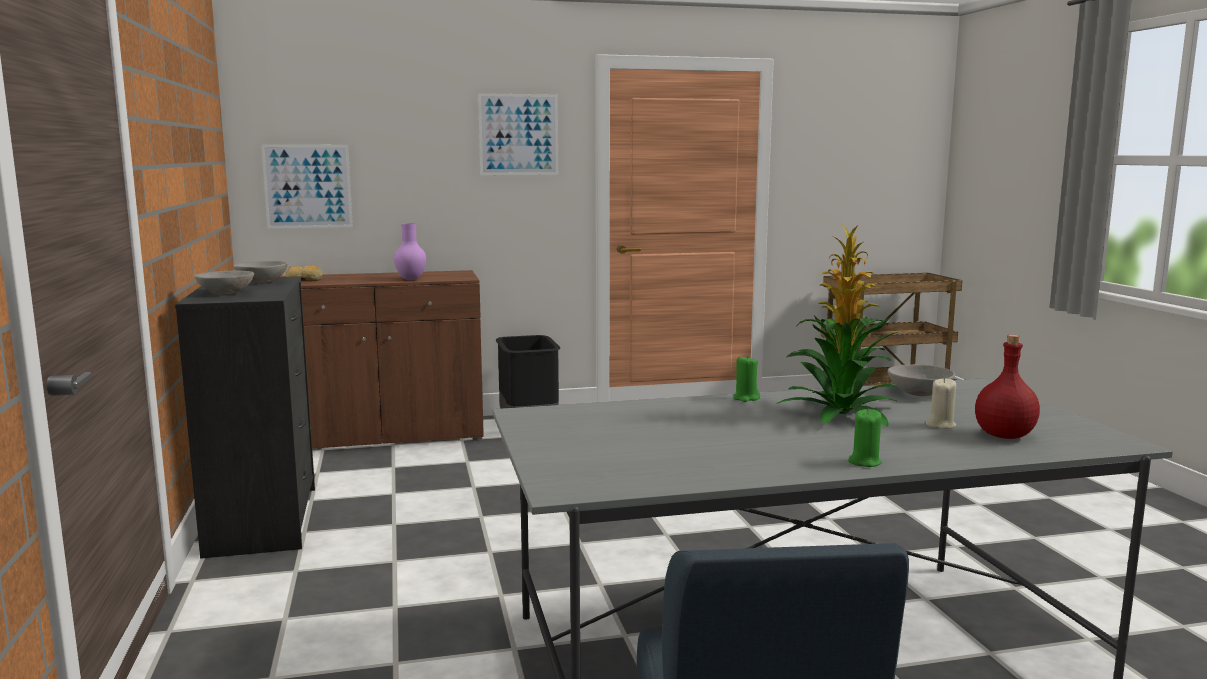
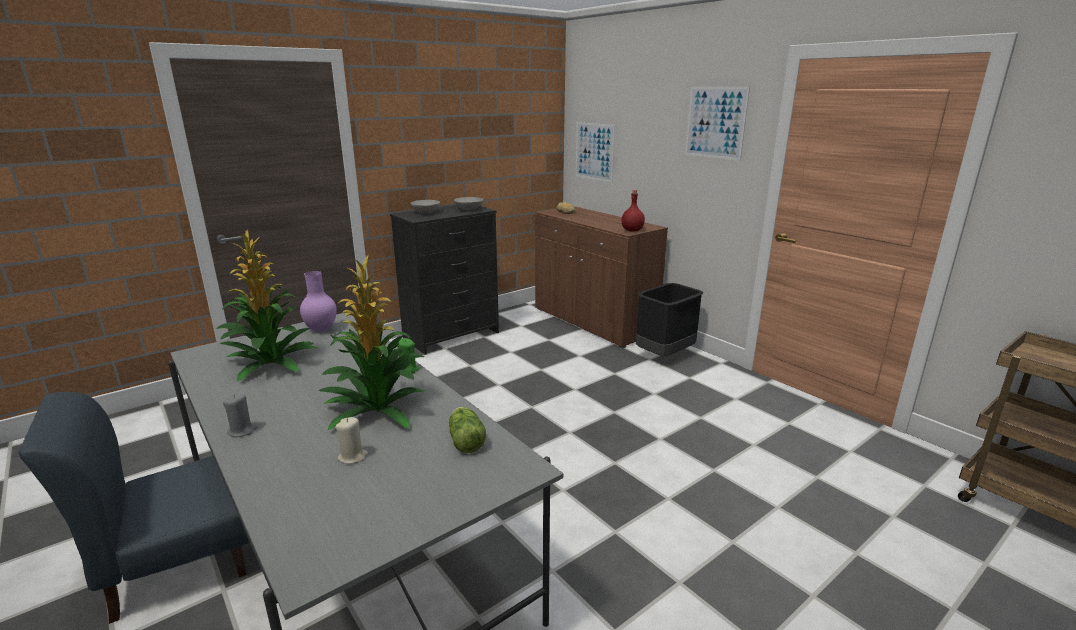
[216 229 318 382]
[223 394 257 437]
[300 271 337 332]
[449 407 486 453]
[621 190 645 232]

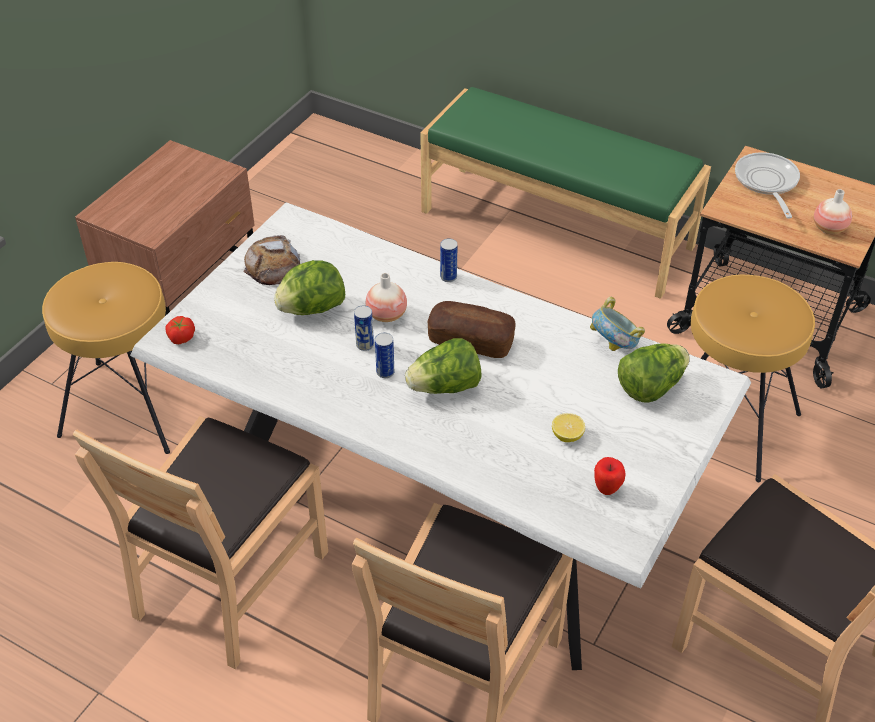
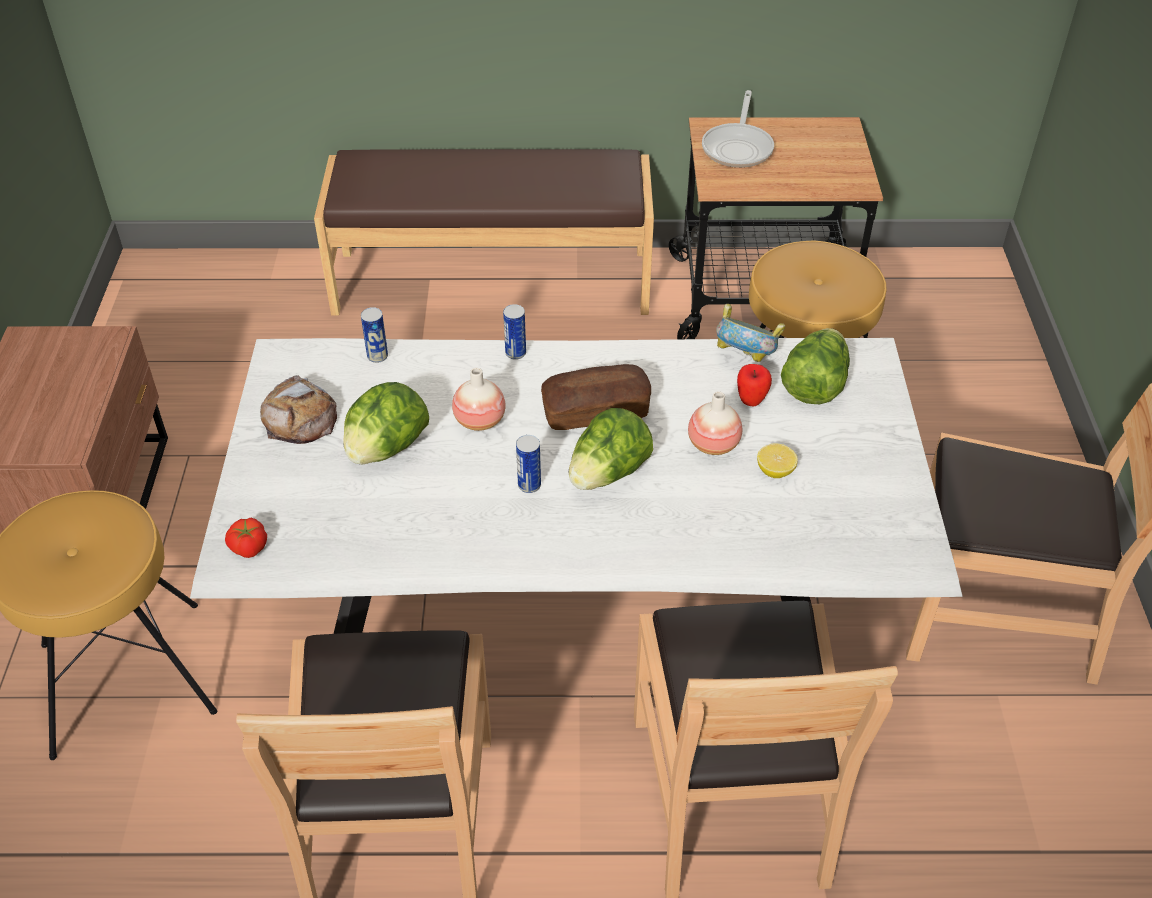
[314 149 654 316]
[361 307 388 363]
[688 391 743 455]
[702 90 774 168]
[737 364 772 406]

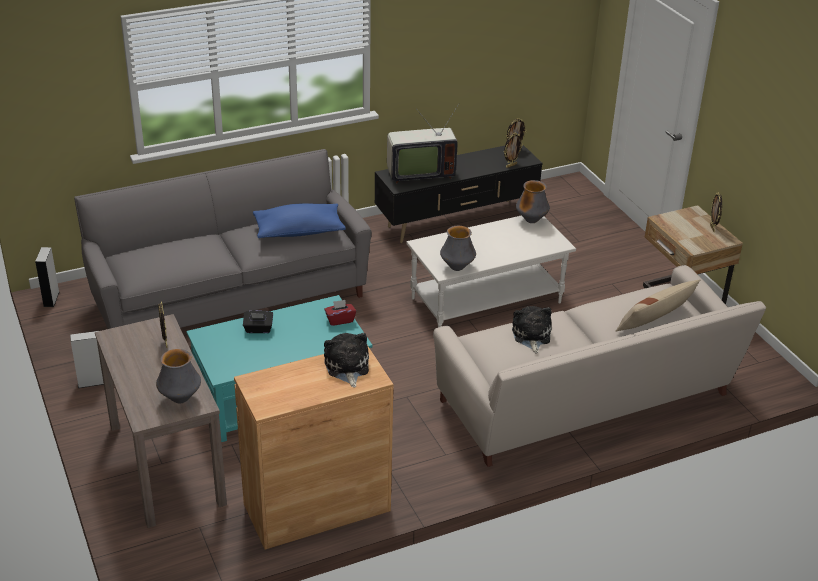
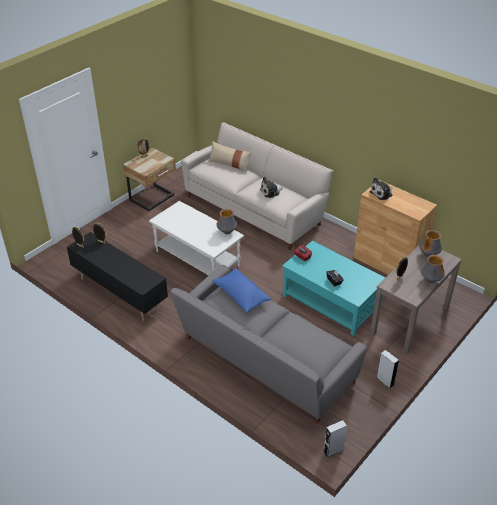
[421 255 445 283]
[387 104 459 183] (first image)

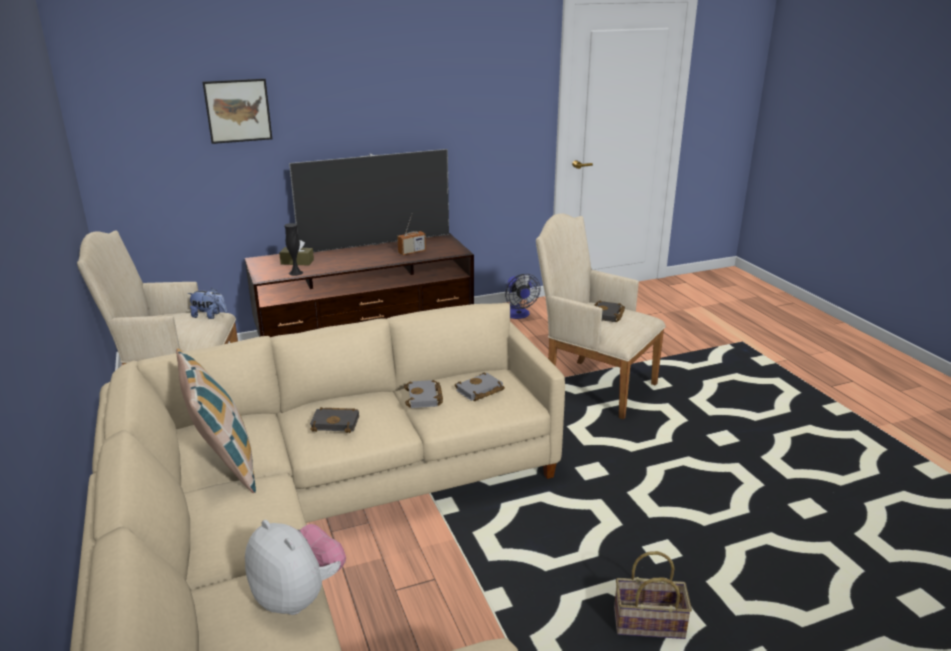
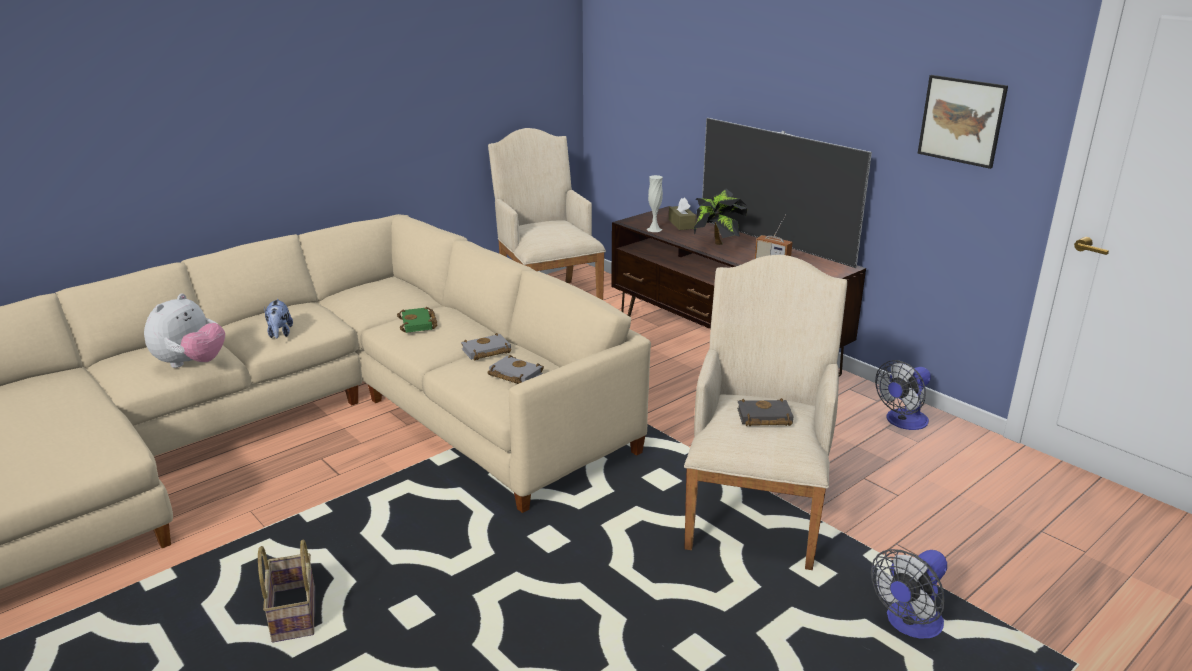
[264 299 293 338]
[397 307 437 333]
[647 175 663 232]
[694 188 748 245]
[871 549 947 638]
[918 75 1008 169]
[176 348 256 493] (first image)

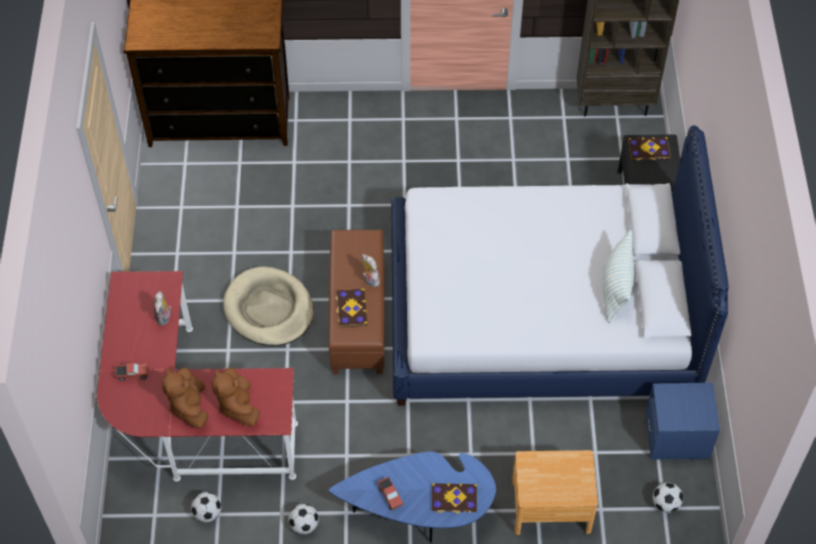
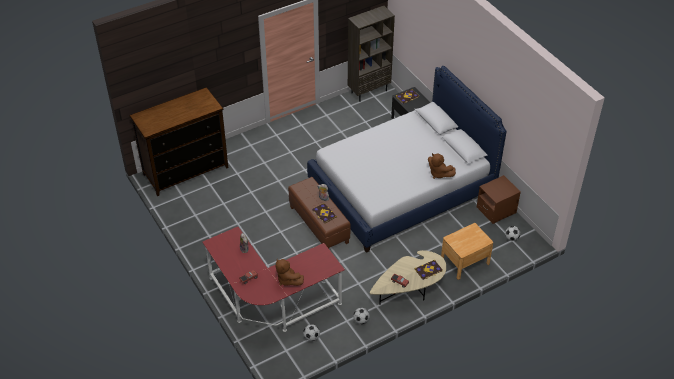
[370 250 446 305]
[428 153 456 179]
[477 175 521 224]
[223 267 314 346] (first image)
[603 230 634 323] (first image)

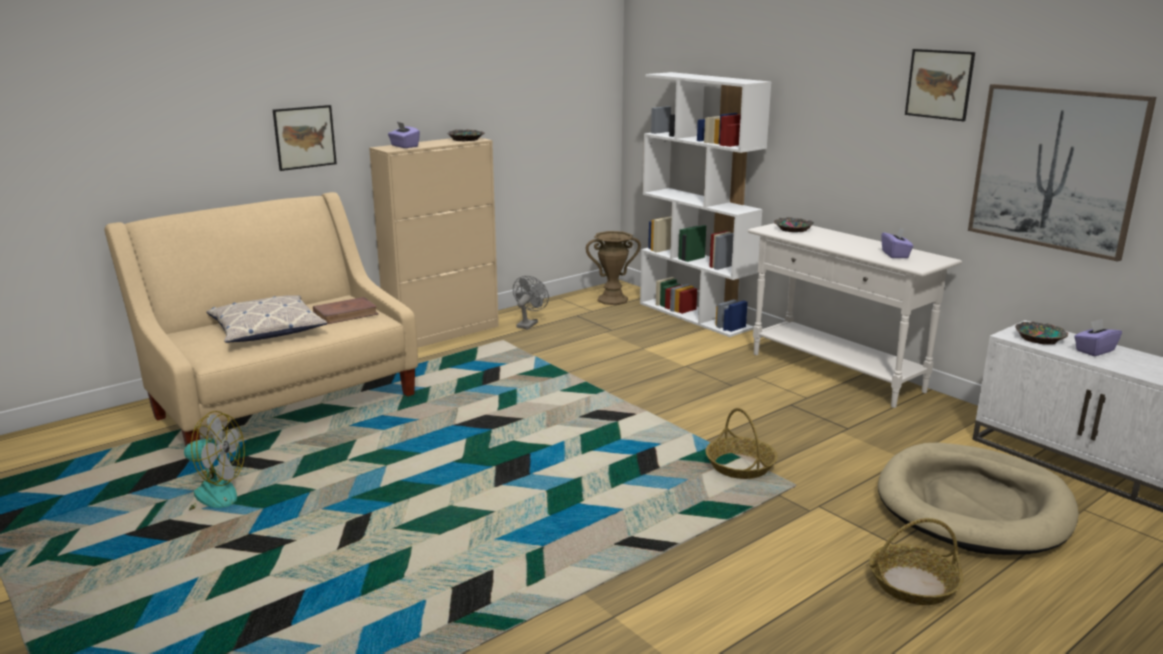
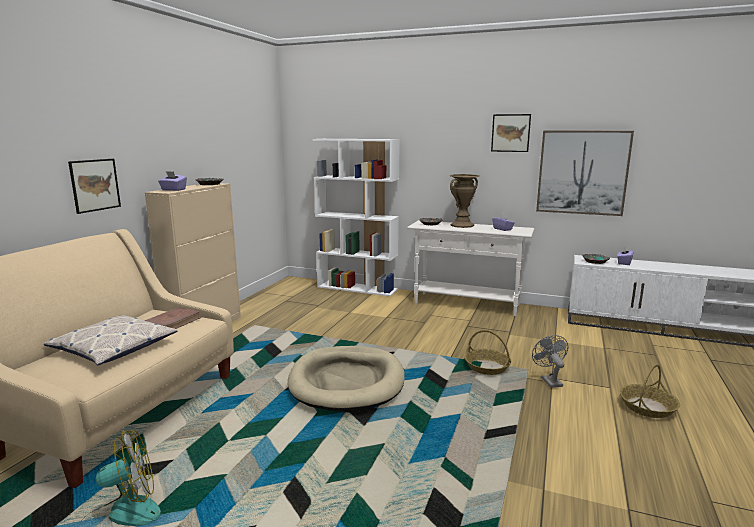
[288 346 405 413]
[450 174 479 228]
[532 335 568 388]

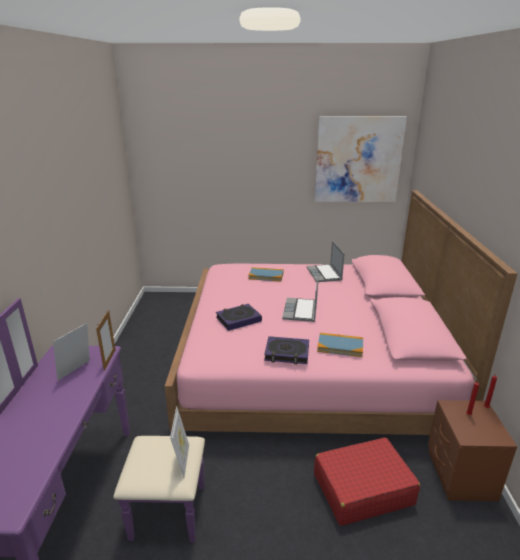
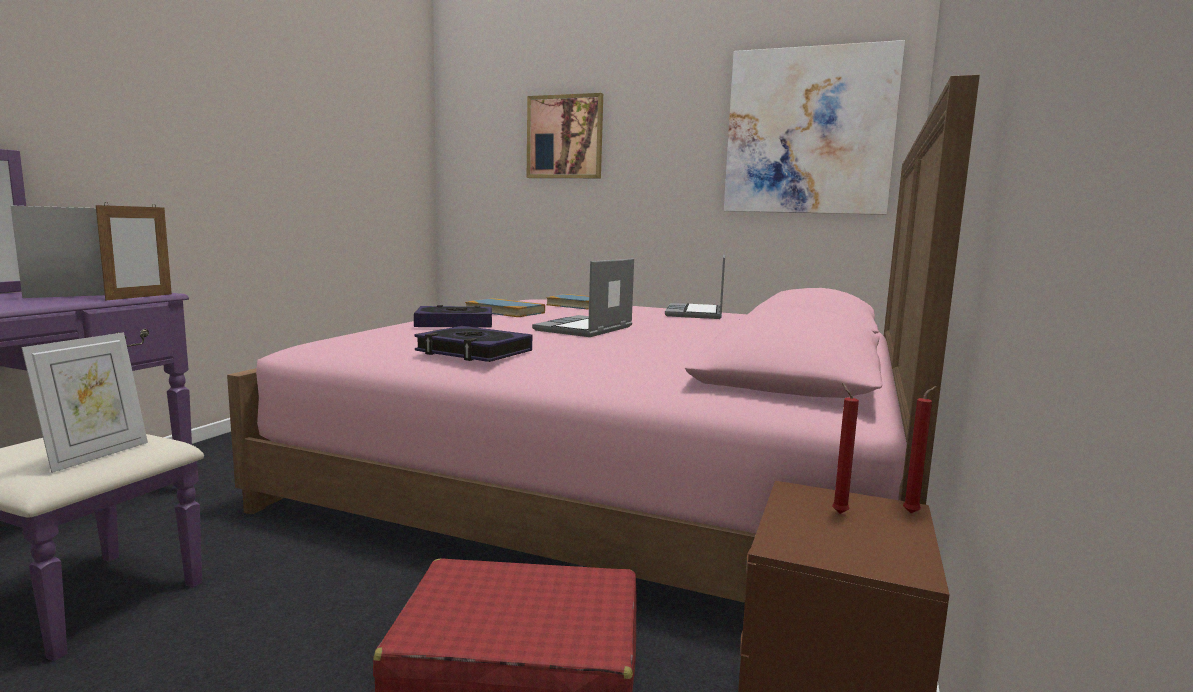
[465 298 545 317]
[527 93 603 178]

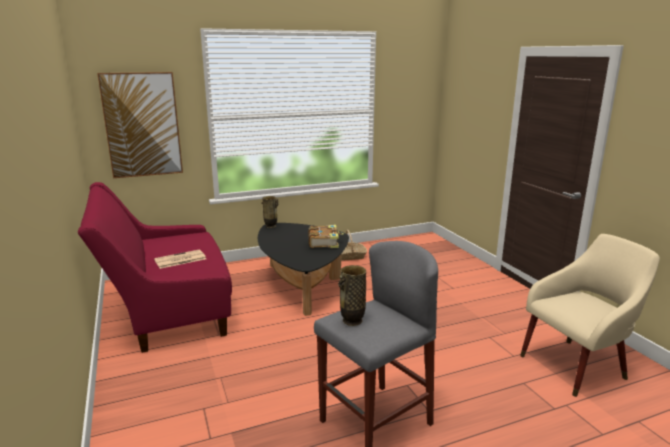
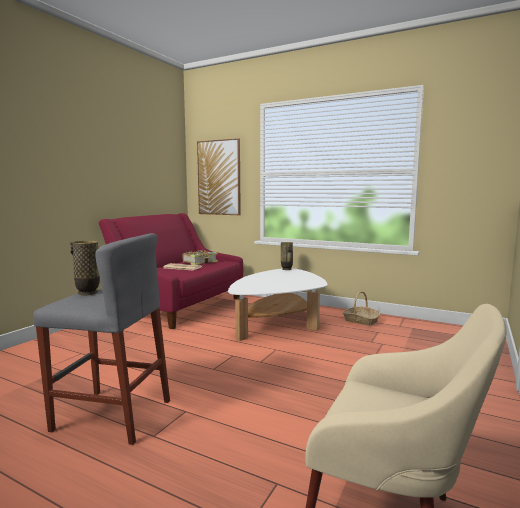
[183 250 218 265]
[228 268 328 341]

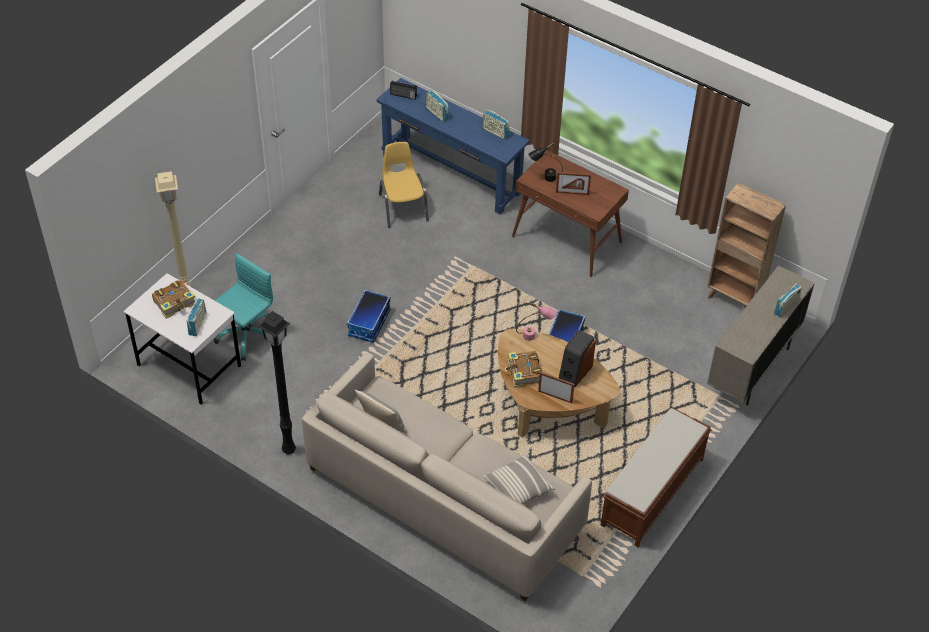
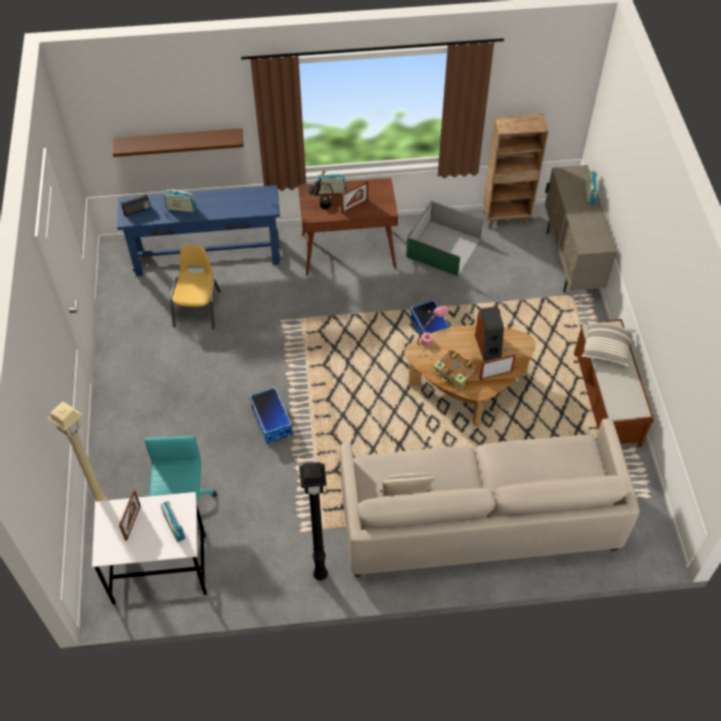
[113 128 244 157]
[119 490 141 541]
[170 245 220 329]
[316 173 346 194]
[406 201 483 276]
[582 321 635 367]

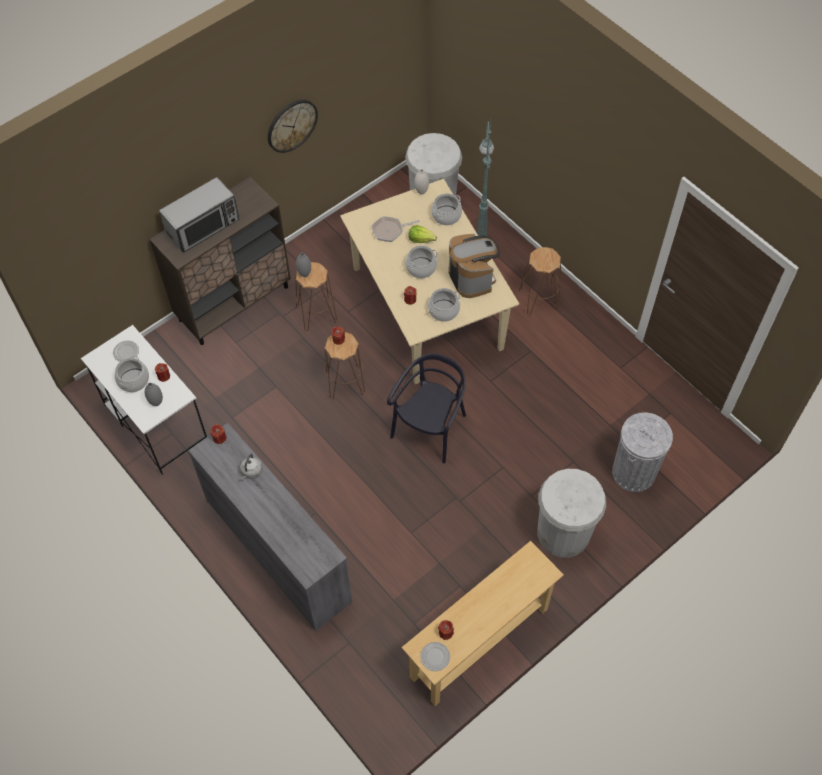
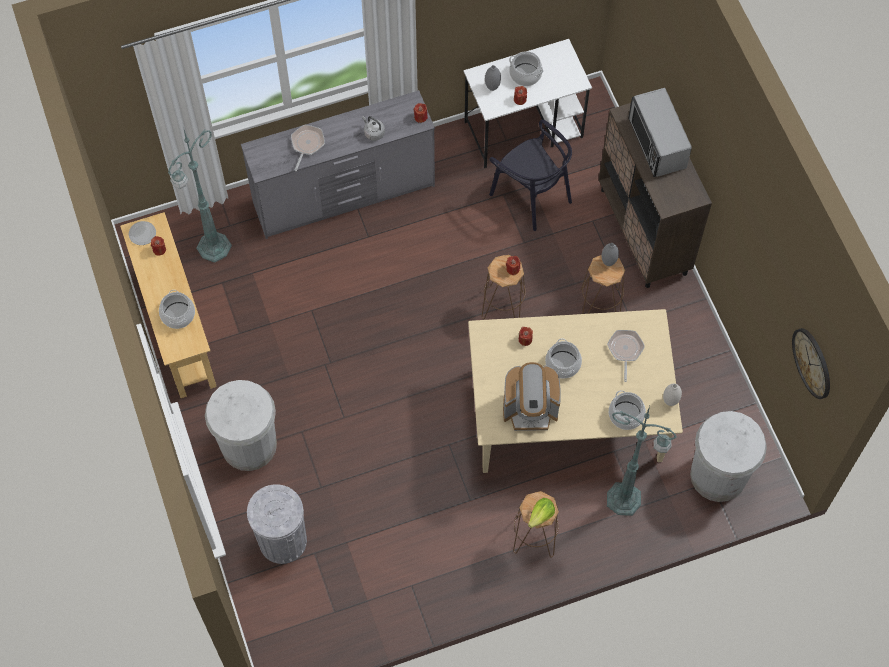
[159 290 195 329]
[168 127 232 263]
[291 124 325 171]
[489 119 572 231]
[528 498 555 528]
[792 328 830 399]
[113 340 139 362] (first image)

